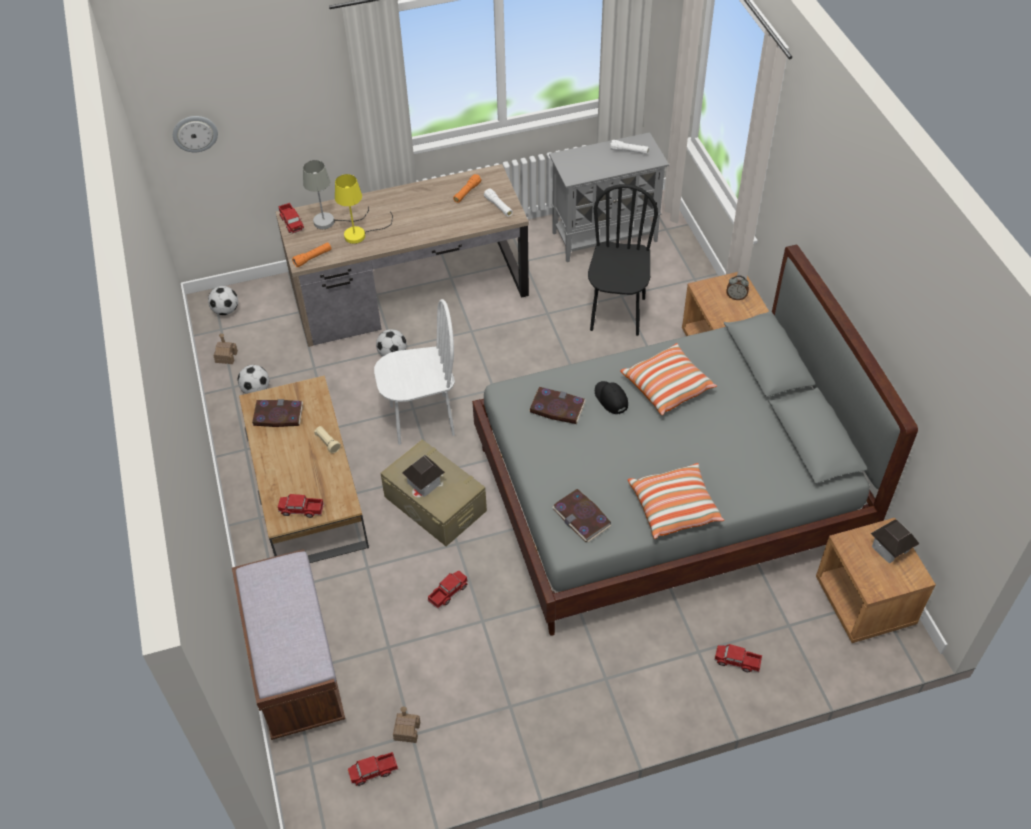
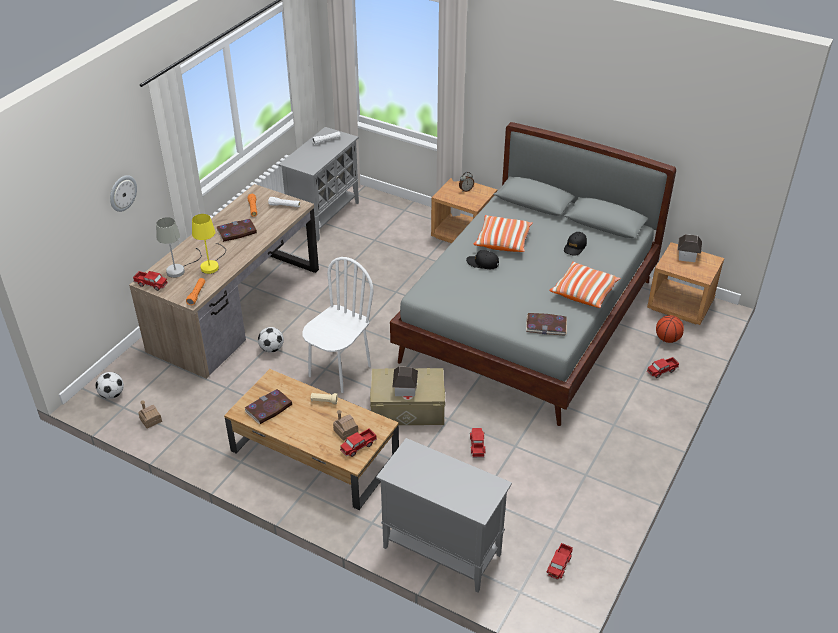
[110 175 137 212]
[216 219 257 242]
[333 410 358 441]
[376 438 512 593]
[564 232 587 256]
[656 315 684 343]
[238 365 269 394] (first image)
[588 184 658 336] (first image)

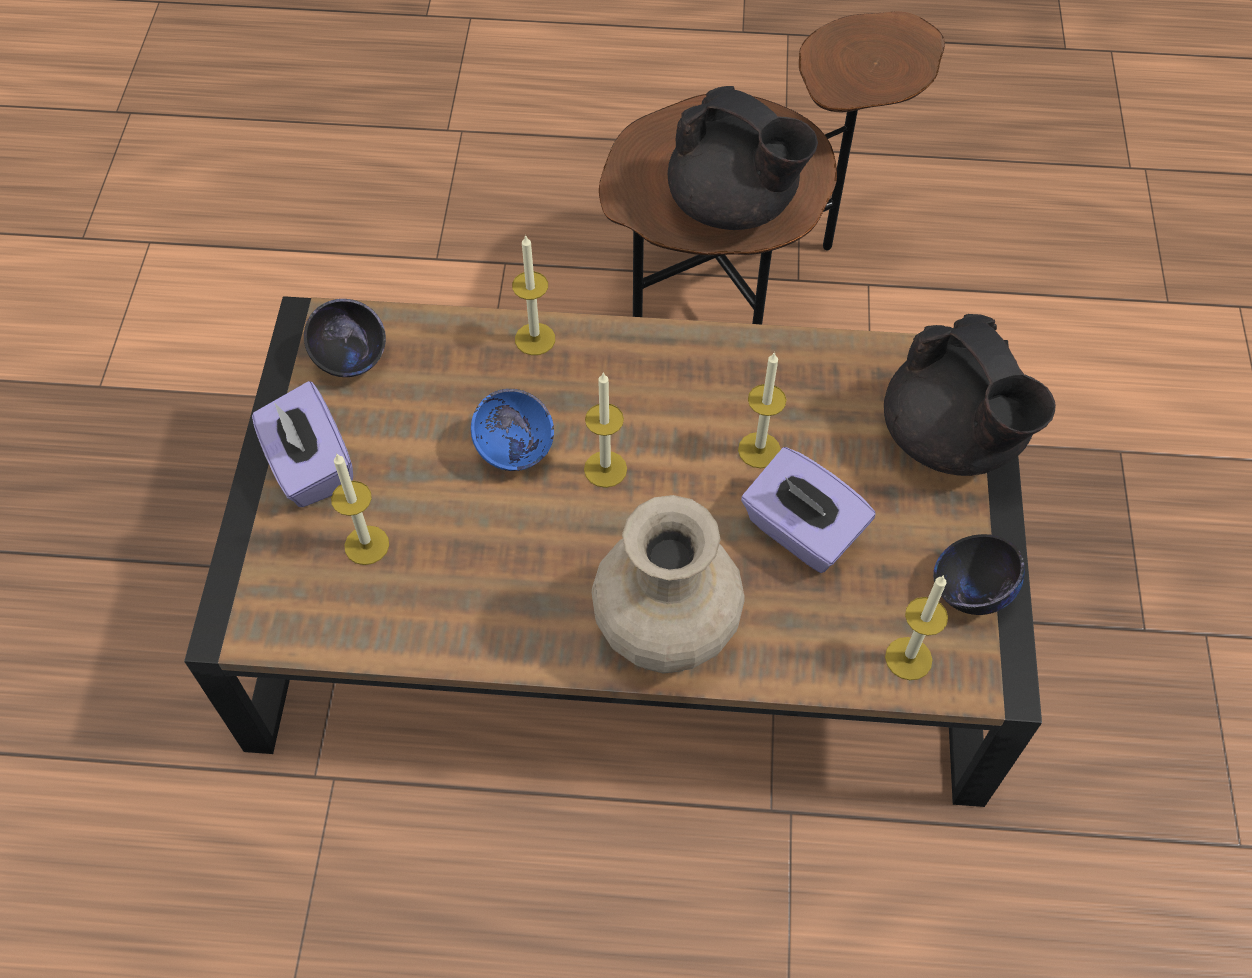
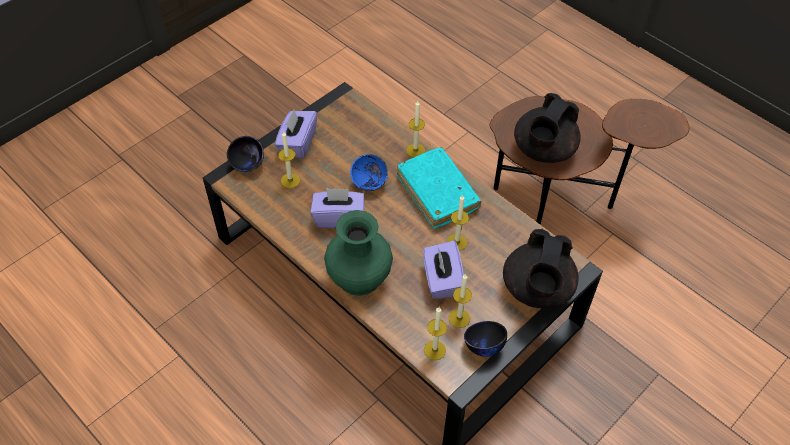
[227 136 264 172]
[311 188 364 228]
[324 210 393 296]
[397 147 481 229]
[449 274 472 328]
[514 93 581 163]

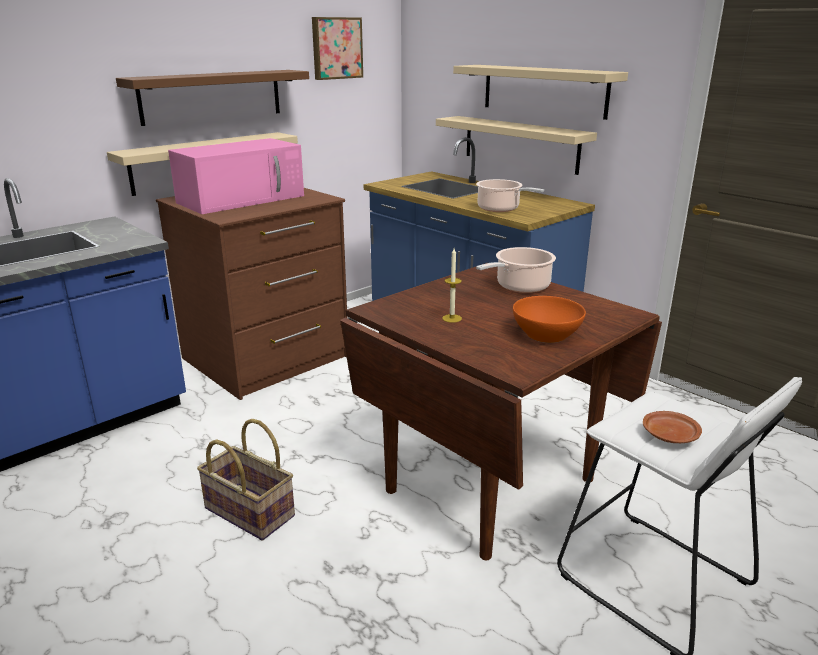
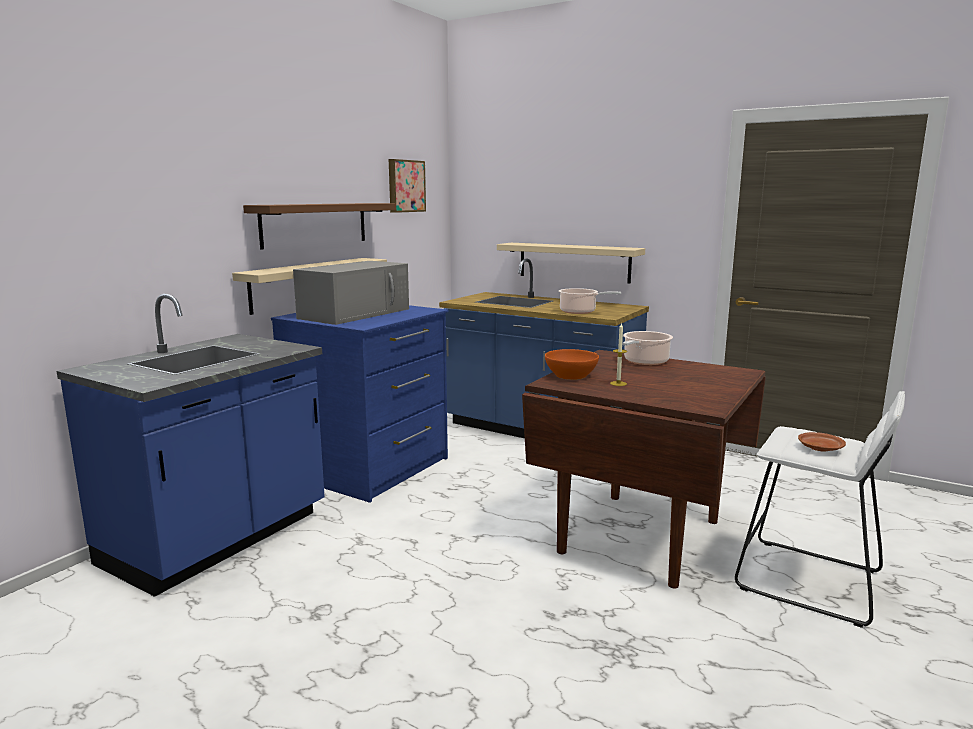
[271 305 448 503]
[293 261 409 325]
[545 349 599 380]
[197 419 295 541] (first image)
[453 65 628 120] (first image)

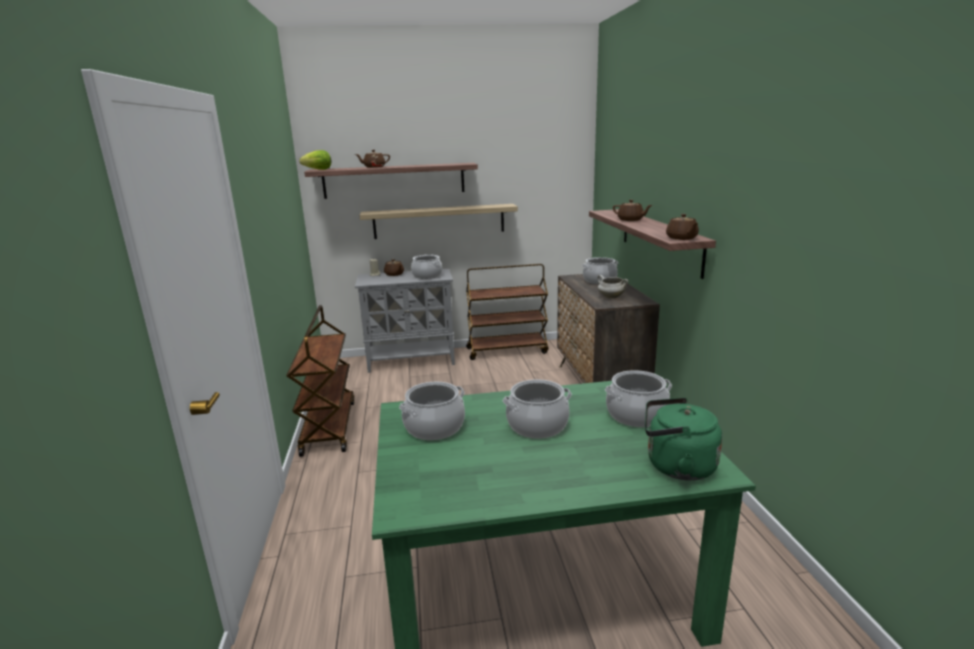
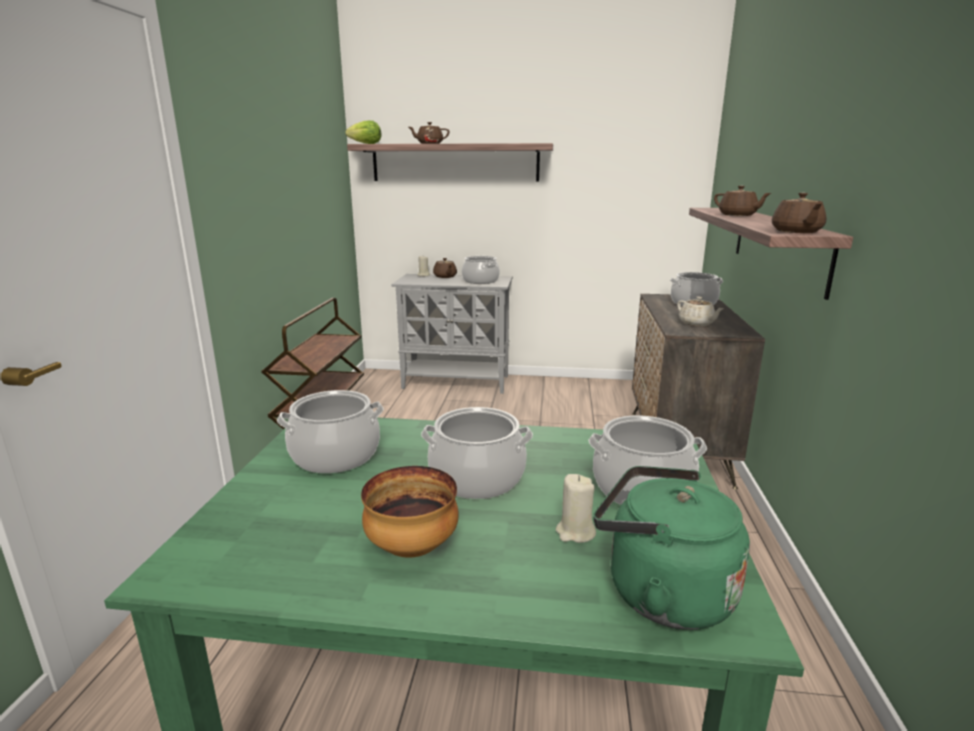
[361 466 459 558]
[556 474 596 543]
[677 296 724 326]
[360 204 518 239] (first image)
[466 264 549 360] (first image)

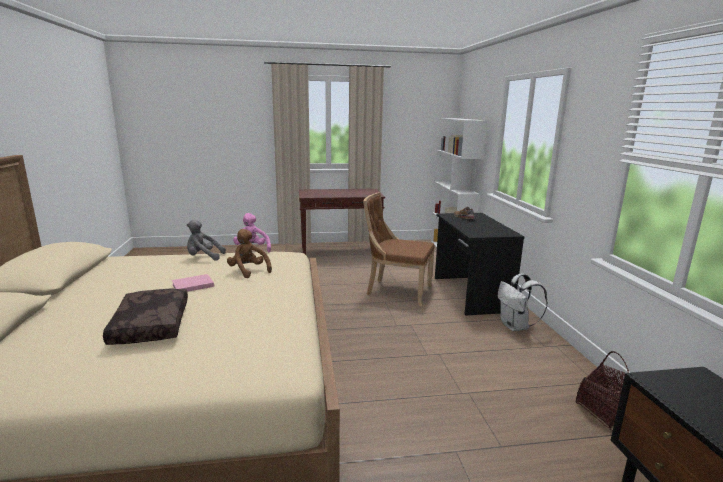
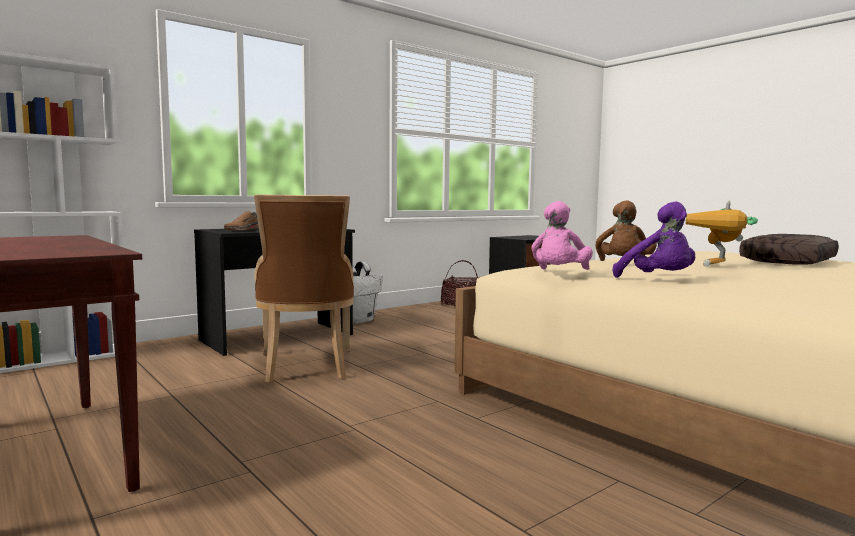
[613 201 695 278]
[686 200 758 267]

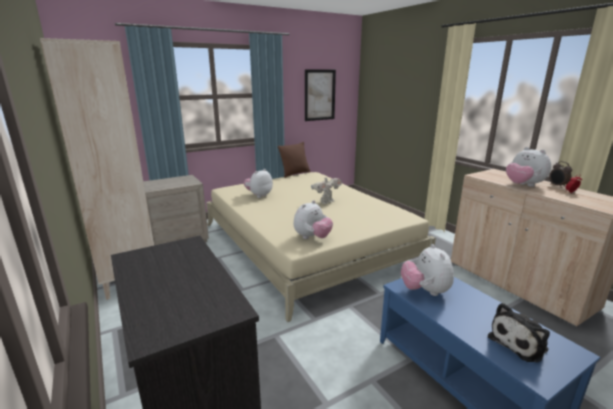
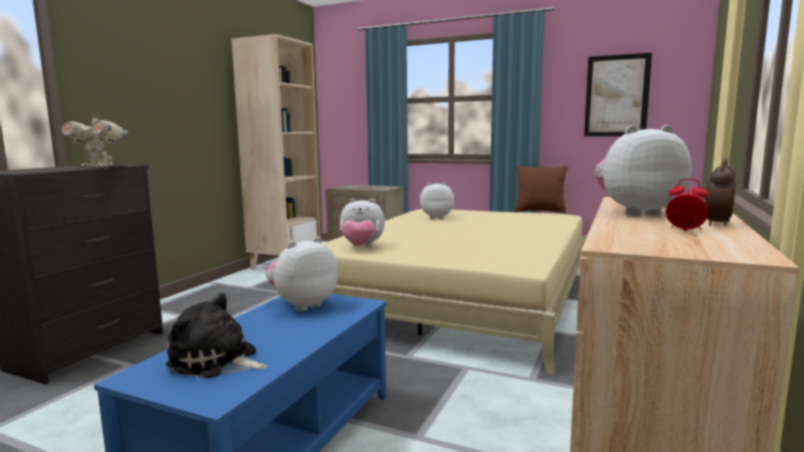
[61 113 128 167]
[595 125 691 216]

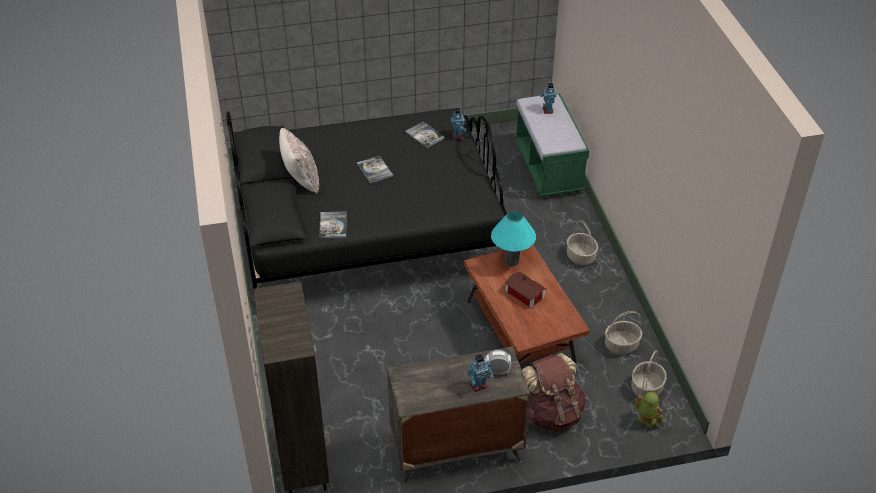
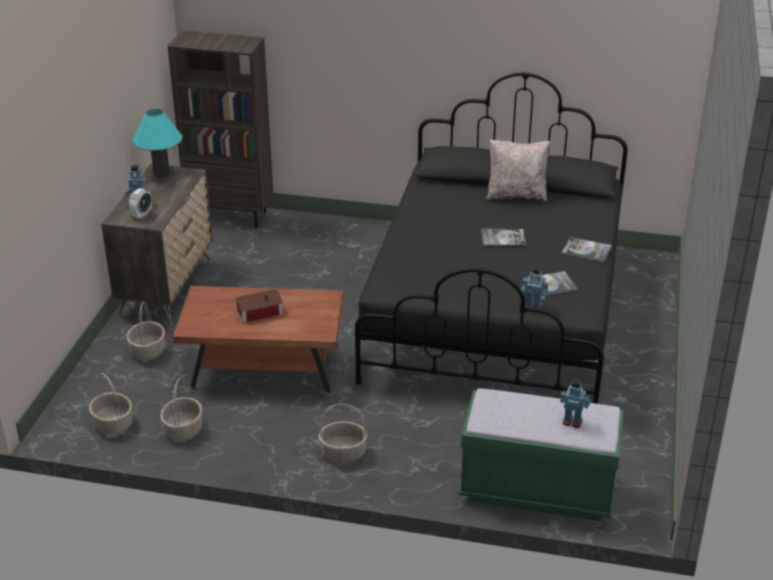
[127 301 165 360]
[133 109 182 177]
[562 237 612 262]
[634 392 663 428] (first image)

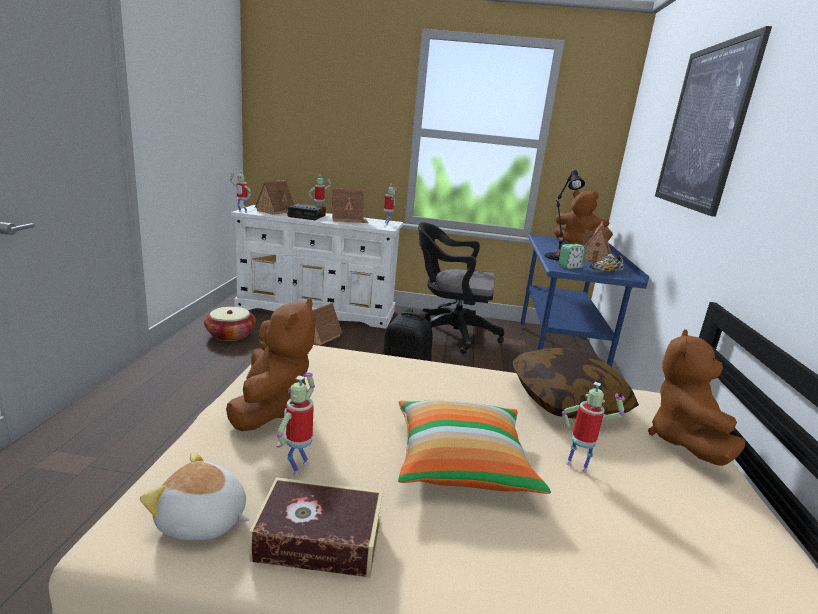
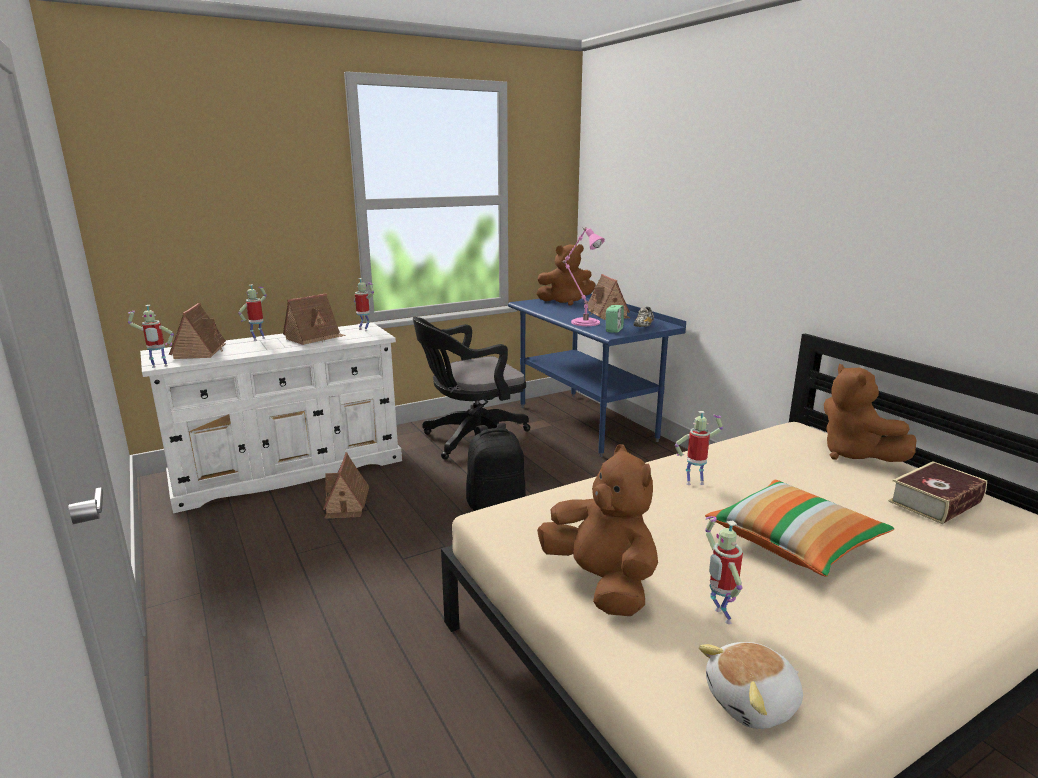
[563 227 605 326]
[675 411 723 485]
[888 461 987 524]
[204 307 256 341] (first image)
[287 204 326 220] (first image)
[513 348 639 418] (first image)
[655 26 772 217] (first image)

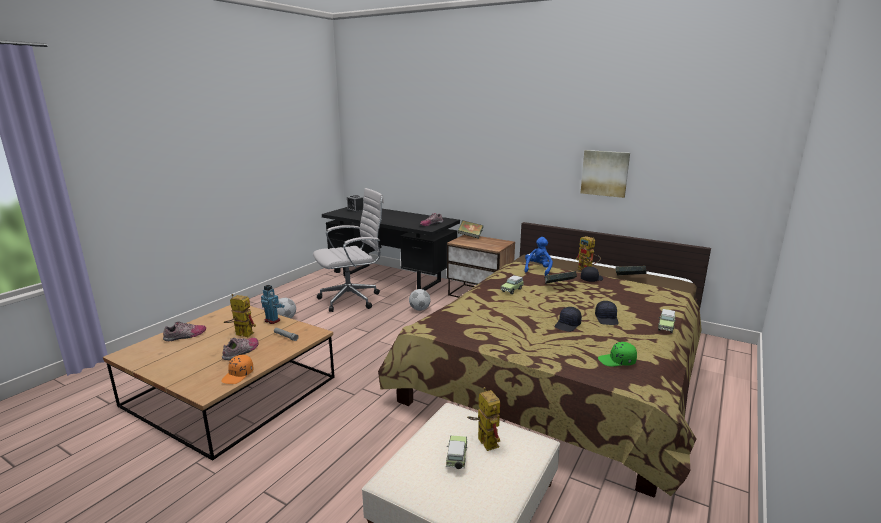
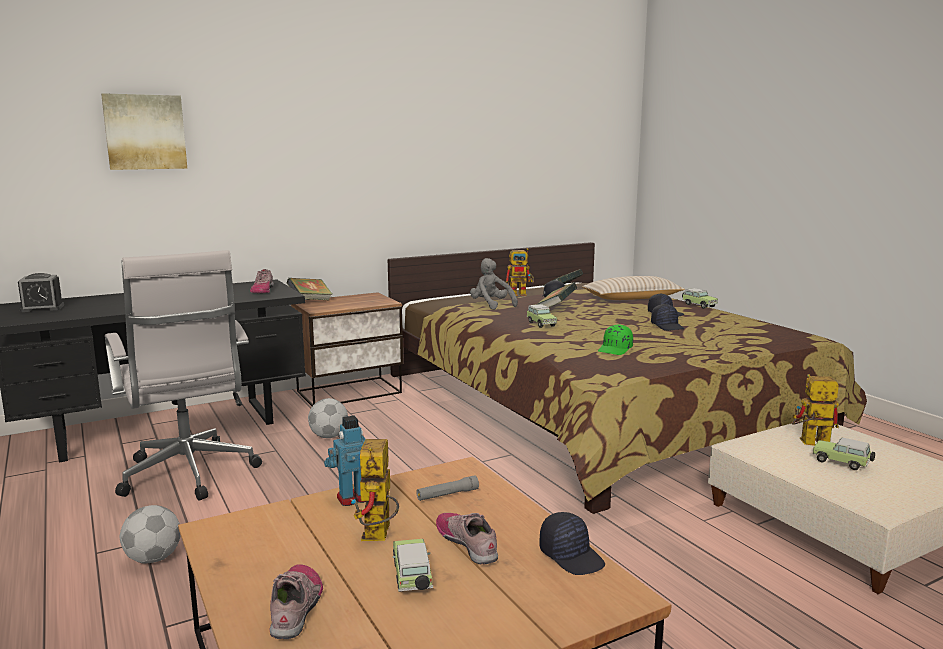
[101 93 187 170]
[105 250 262 501]
[351 439 399 541]
[393 539 433 592]
[470 258 518 310]
[539 512 605 575]
[582 276 685 300]
[598 325 633 355]

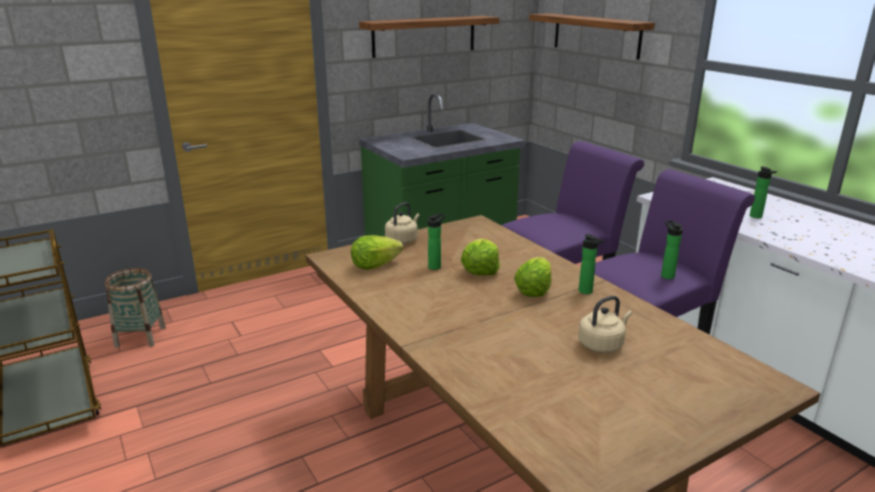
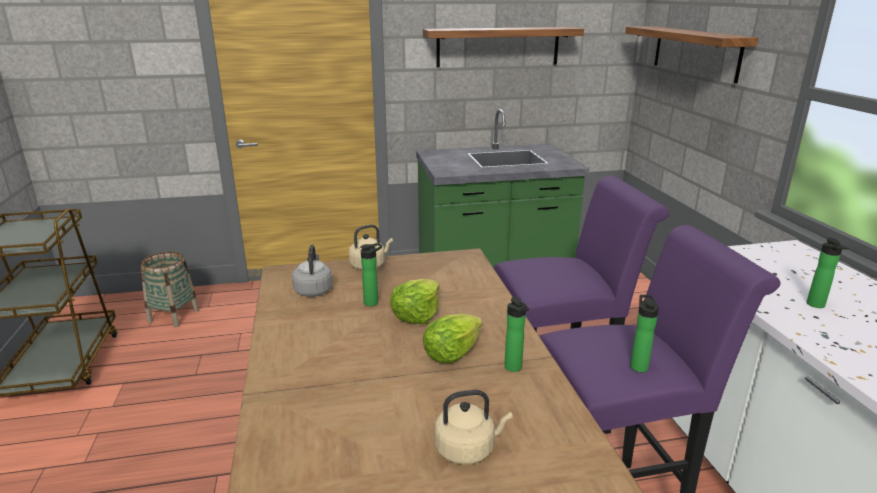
[292 245 332 297]

